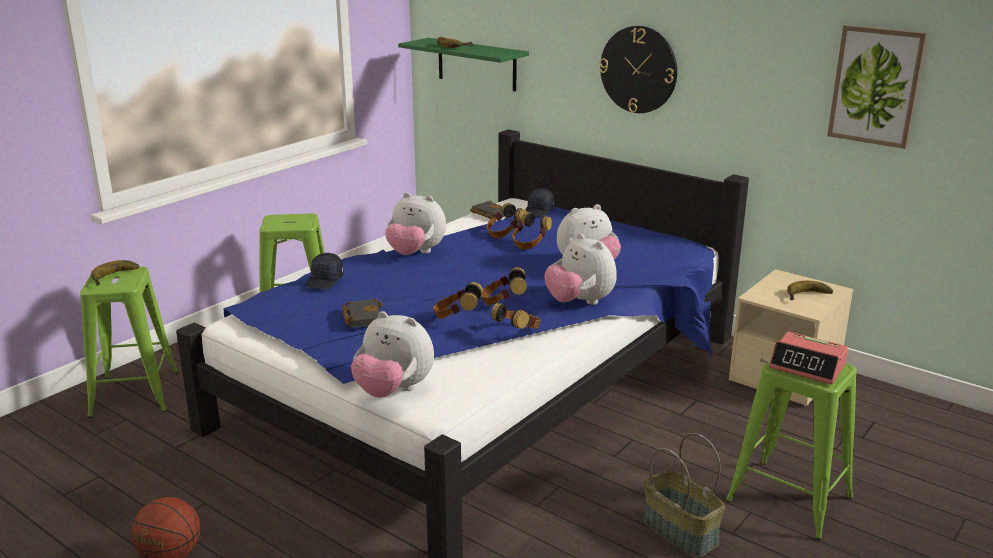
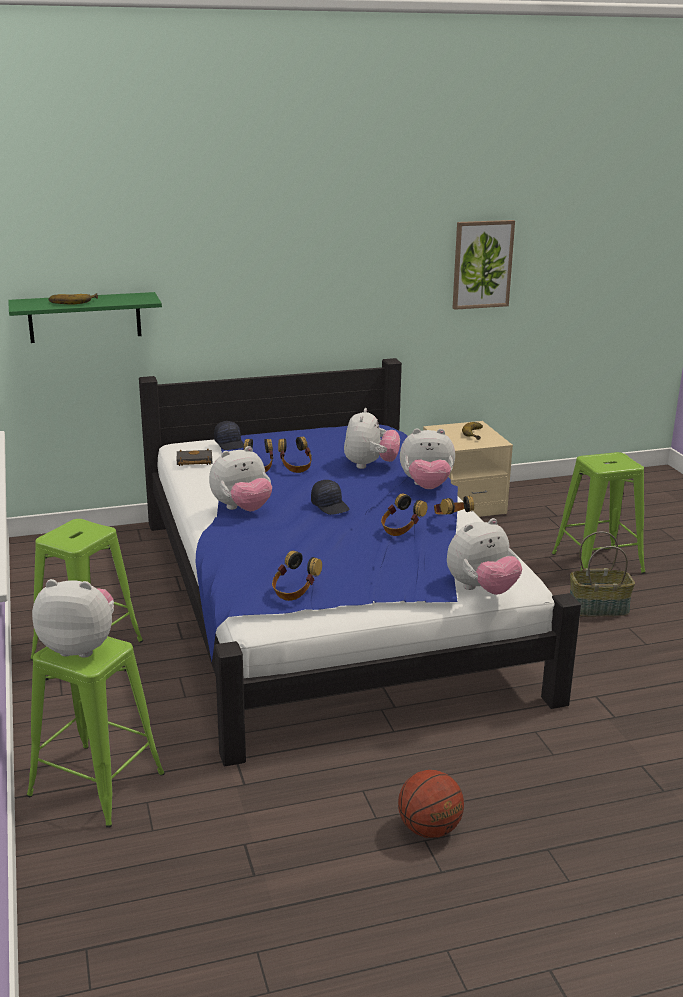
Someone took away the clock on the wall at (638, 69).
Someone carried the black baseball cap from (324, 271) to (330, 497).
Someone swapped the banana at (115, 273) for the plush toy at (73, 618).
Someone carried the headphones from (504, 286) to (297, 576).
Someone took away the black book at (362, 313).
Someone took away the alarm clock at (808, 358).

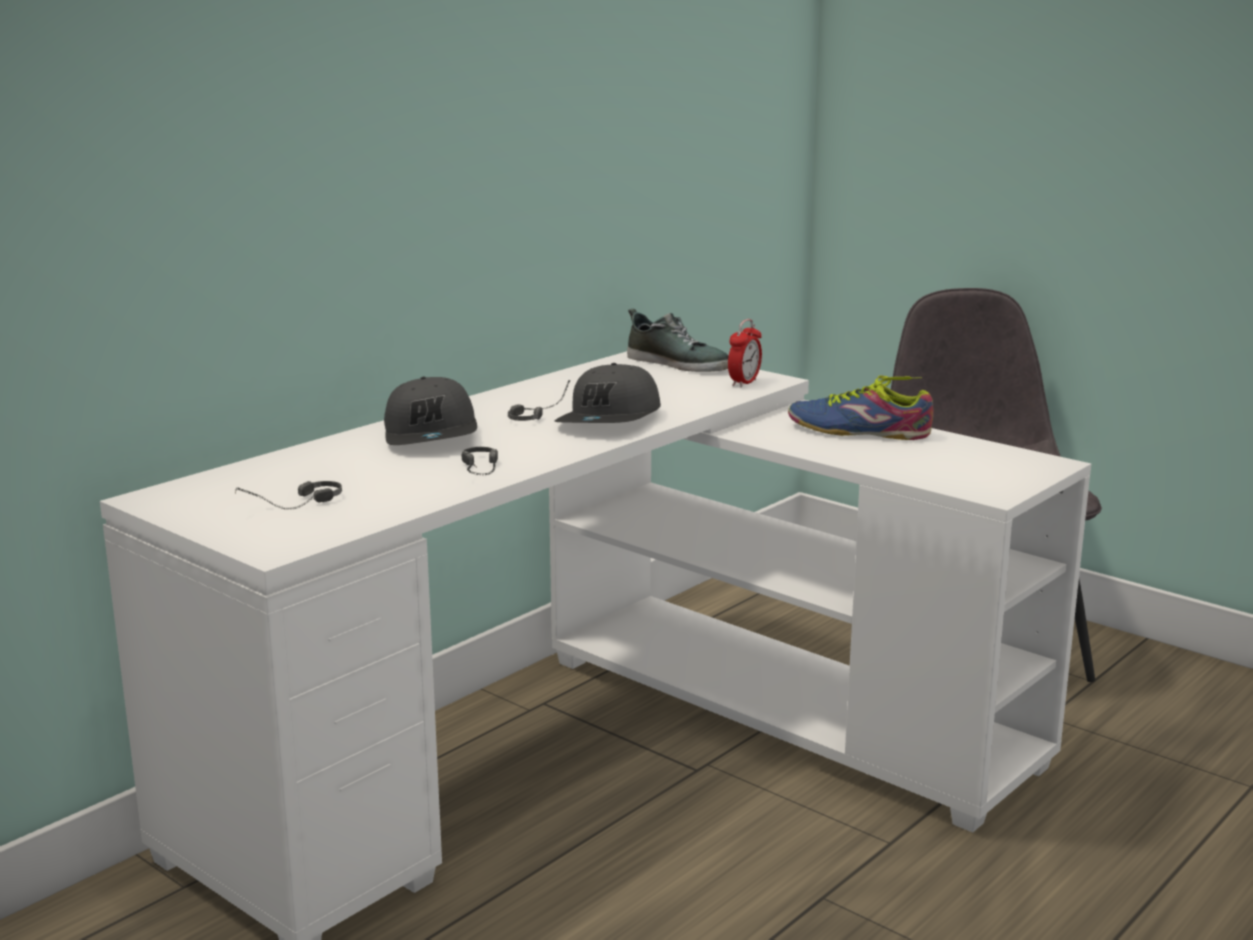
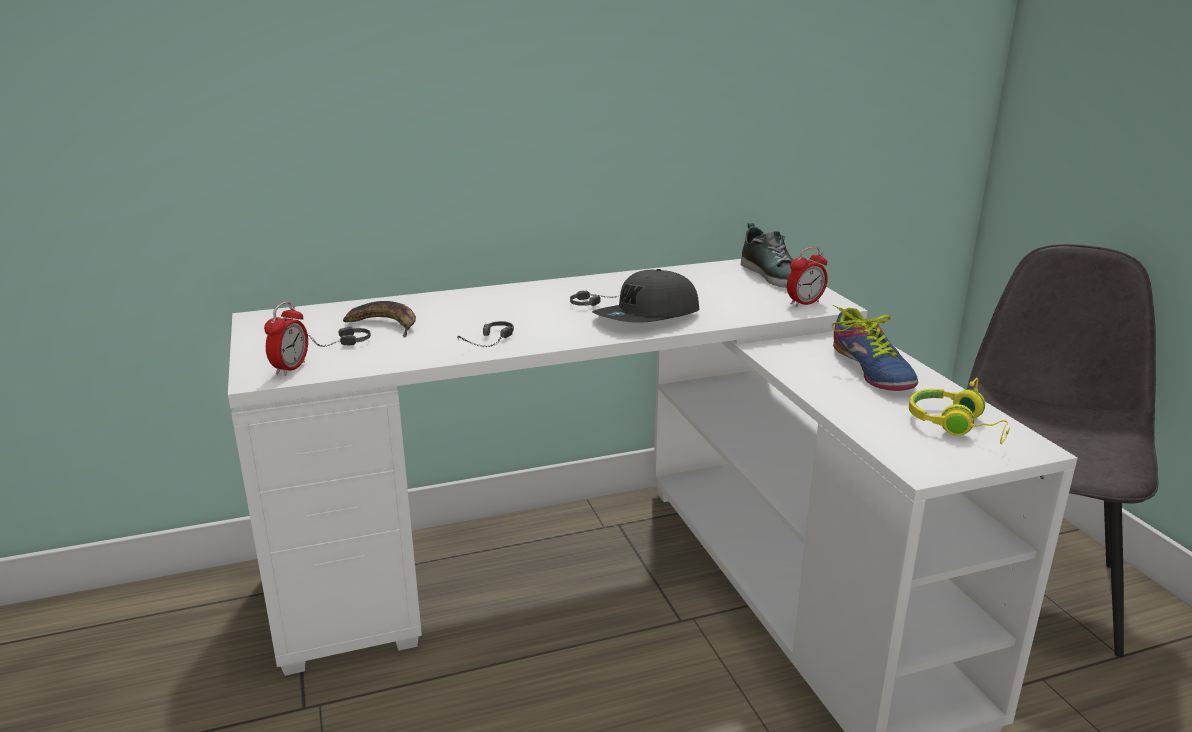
Someone rotated the low shoe at (861, 407) by 150 degrees counterclockwise.
Someone took away the greyish baseball cap at (430, 411).
Someone put down the alarm clock at (286, 338).
Someone put down the banana at (379, 319).
Someone put down the yellow headphones at (959, 411).

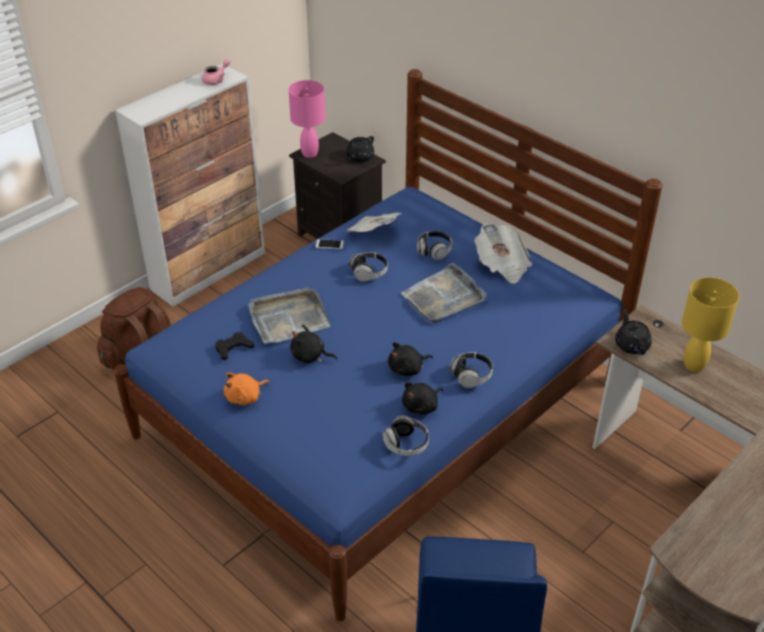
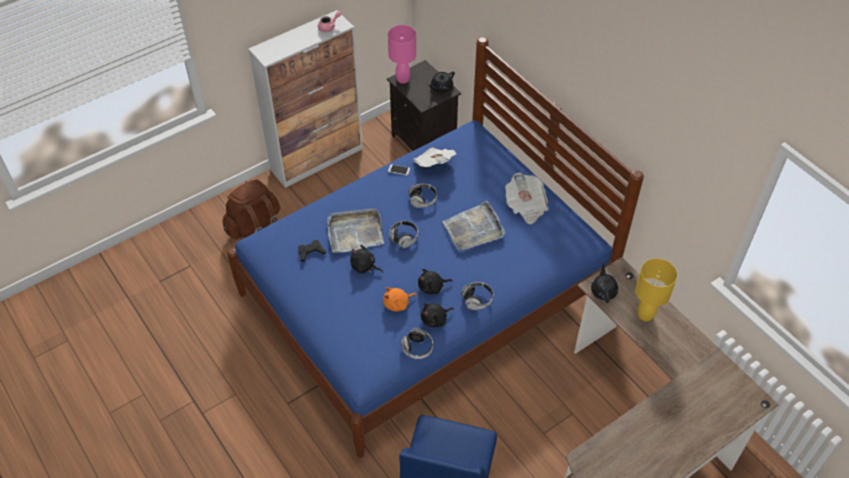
Someone carried the headphones from (434, 245) to (403, 234).
Someone carried the orange-coloured plush toy from (247, 388) to (400, 299).

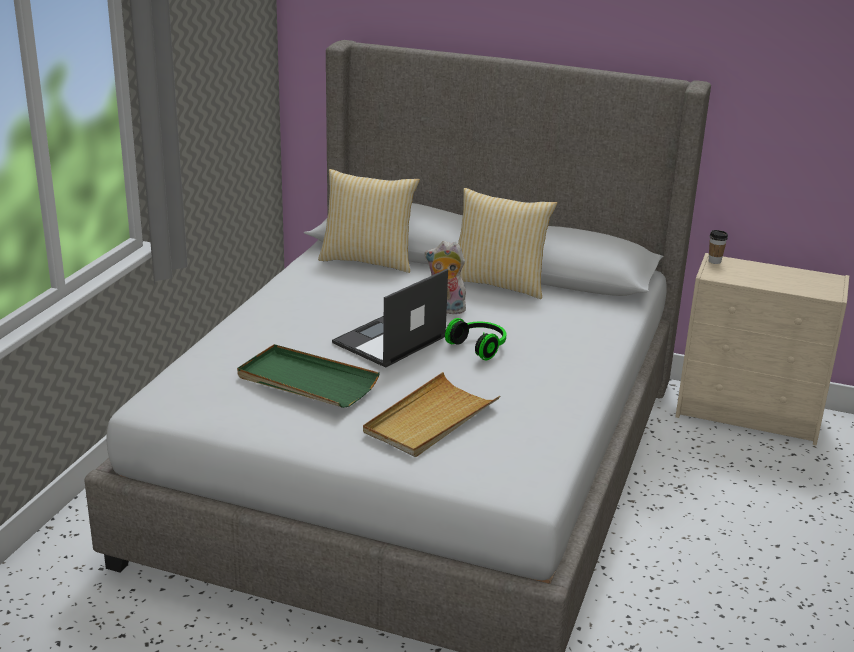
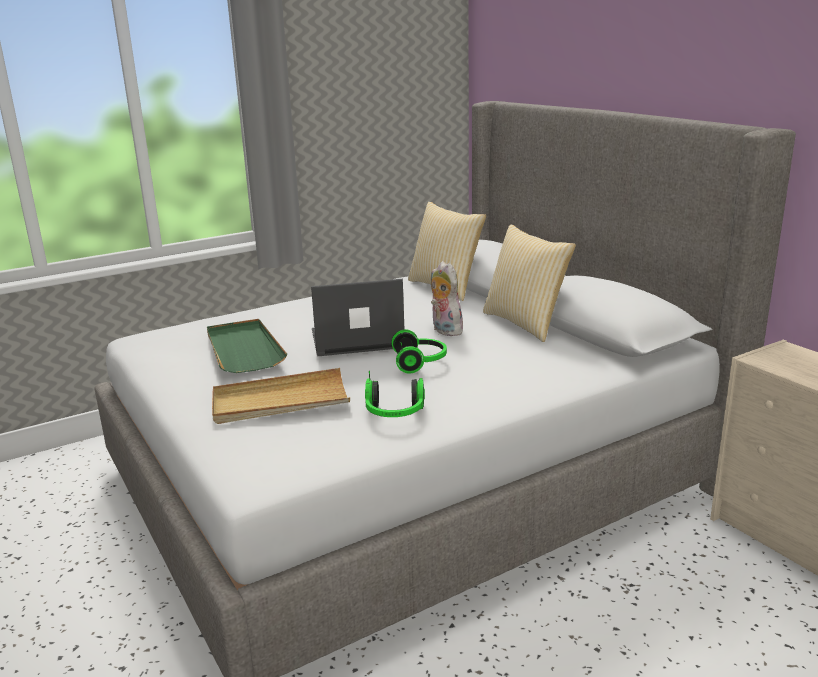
Someone took away the cup at (718, 247).
Someone put down the headphones at (395, 394).

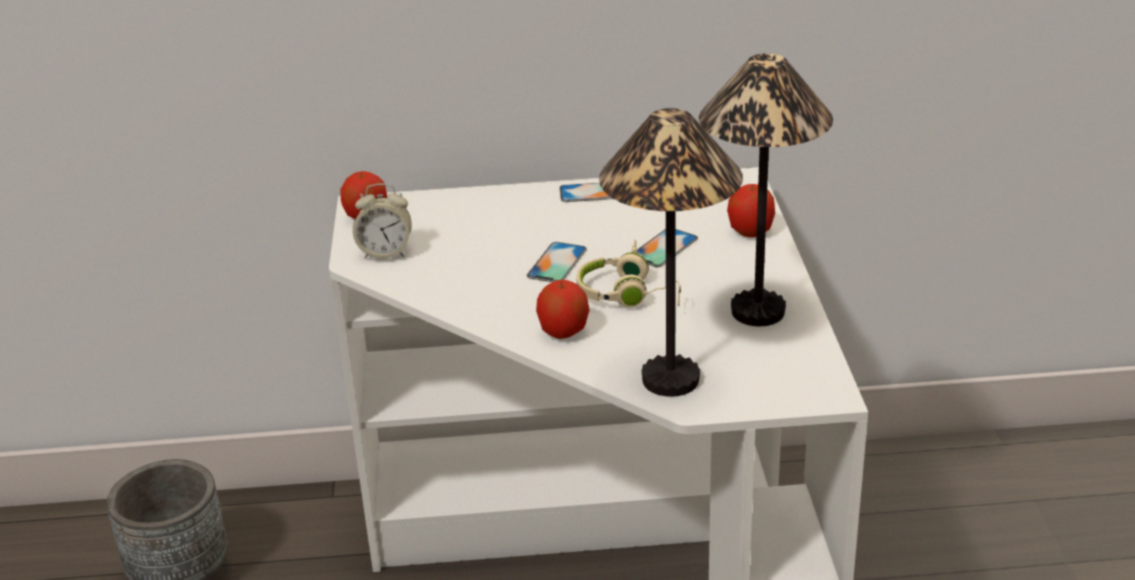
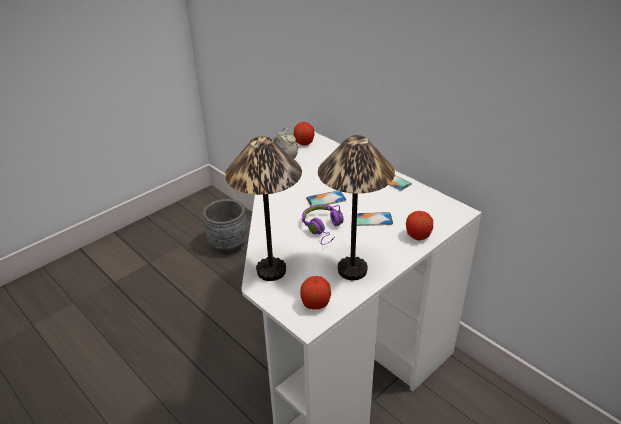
Someone repainted the beige-coloured headphones at (628, 274), which became the purple-coloured headphones at (323, 224).
Someone carried the apple from (562, 309) to (315, 292).

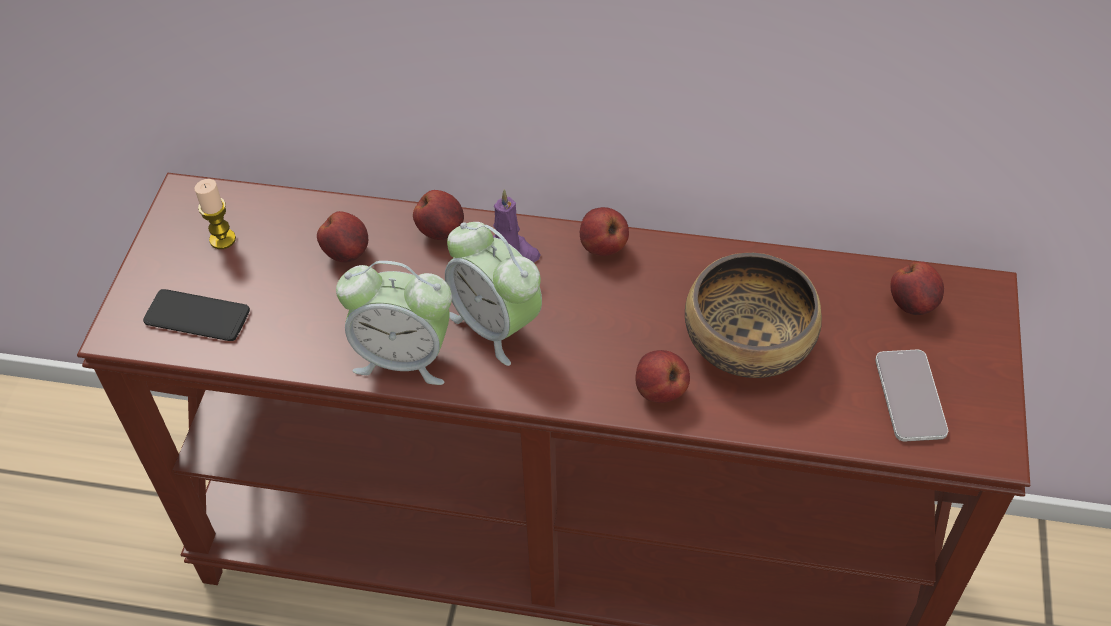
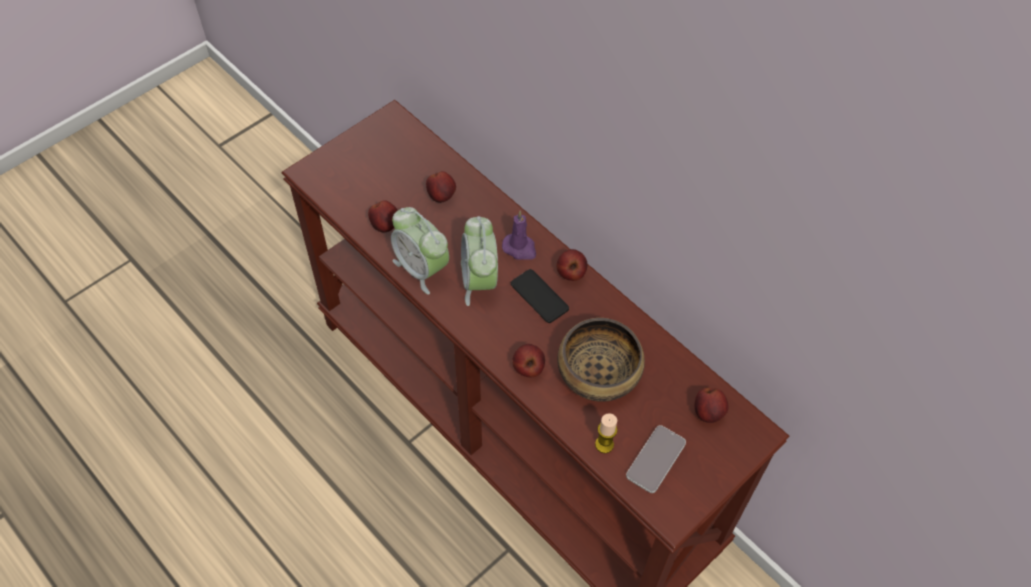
Someone carried the wax candle from (215, 214) to (606, 433).
Someone carried the apple from (438, 215) to (383, 216).
Someone carried the telephone from (196, 315) to (540, 296).

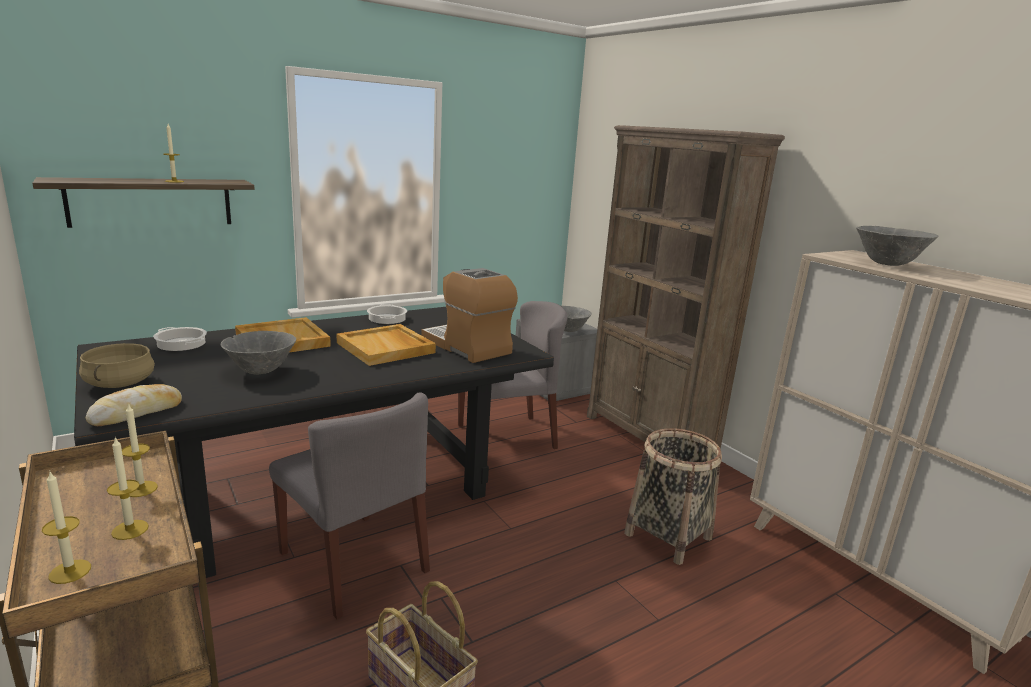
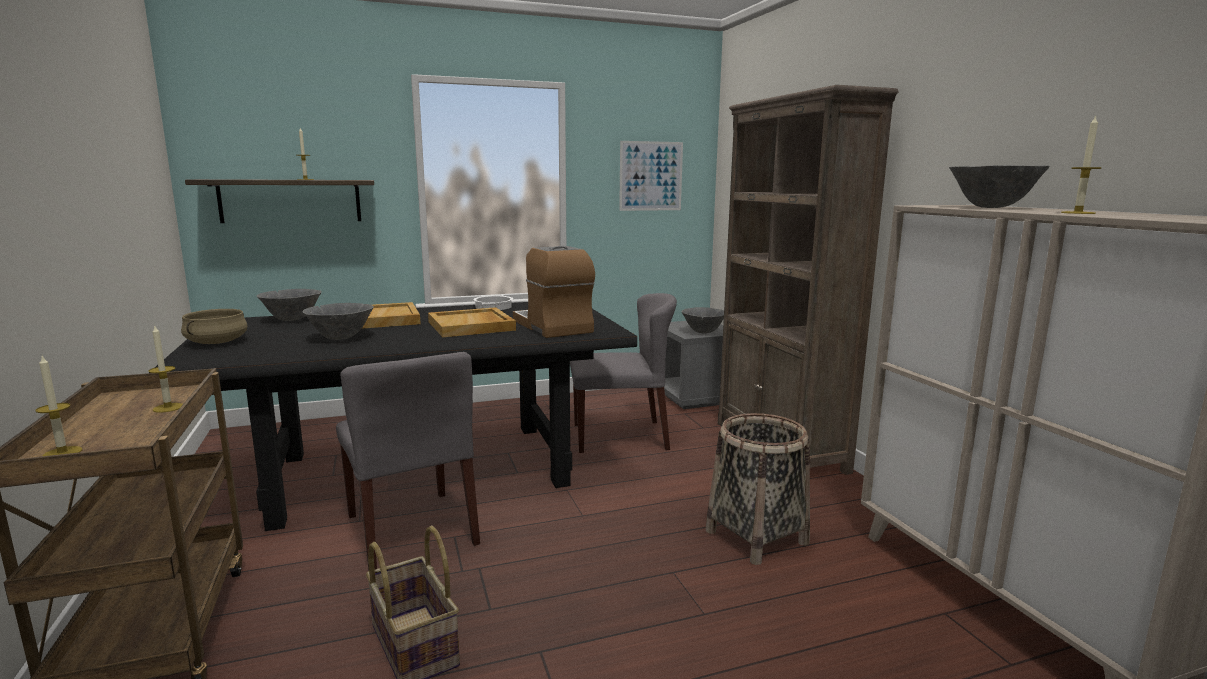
Someone swapped the saucepot at (180, 339) for the greyish deep dish at (289, 305).
Someone took away the baked bread at (134, 405).
Someone carried the wax candle from (128, 488) to (1081, 164).
Someone put up the wall art at (651, 176).

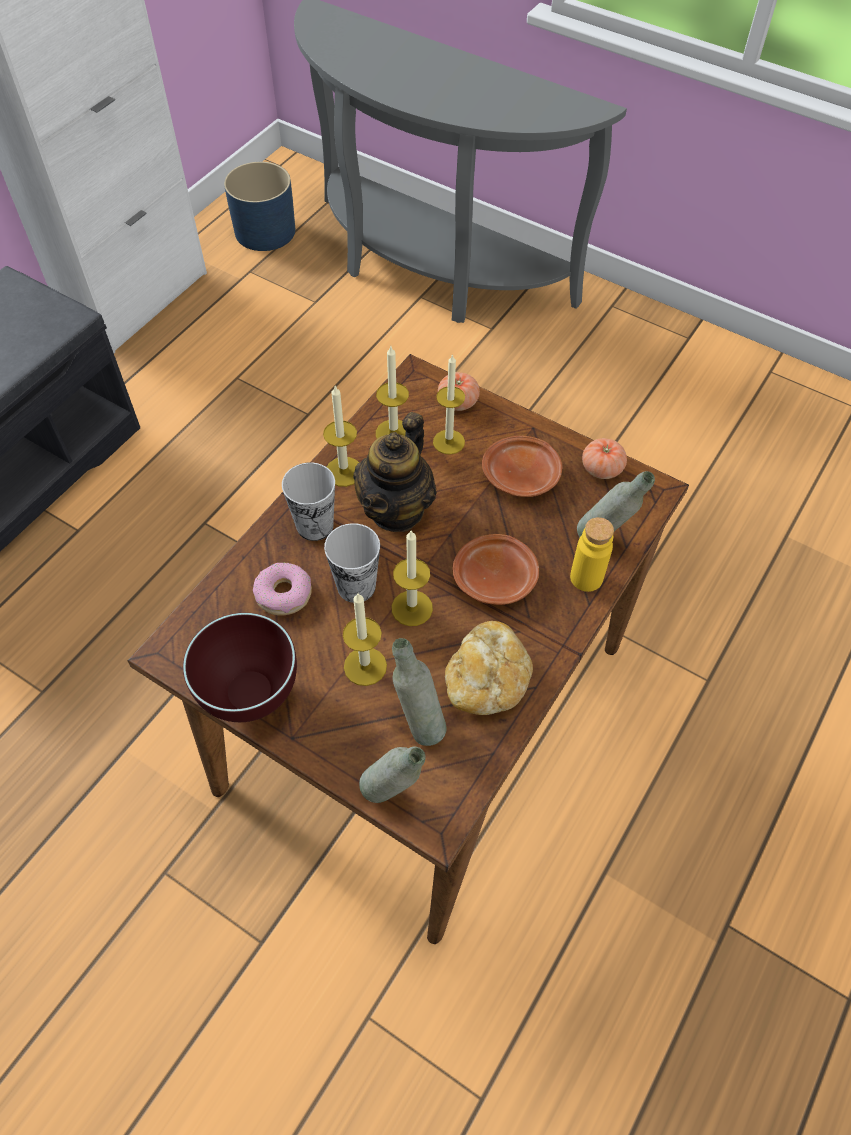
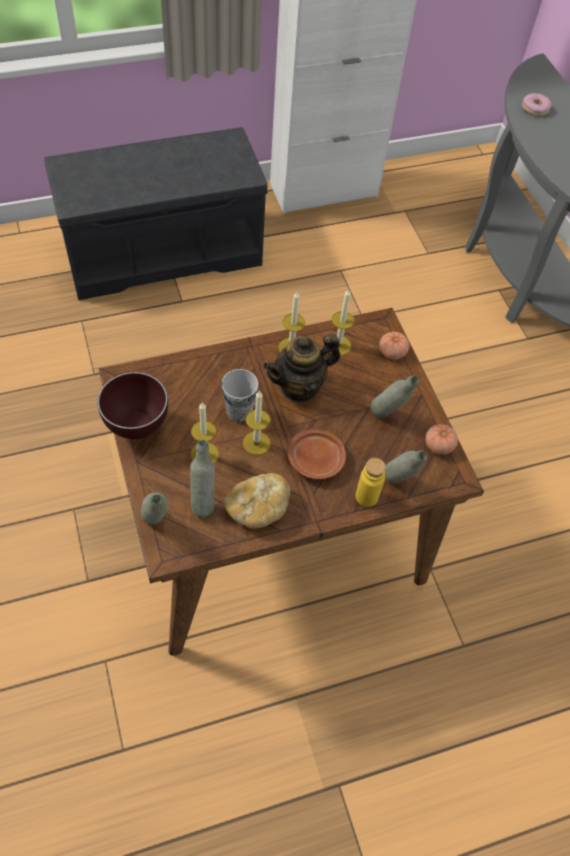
Someone took away the blue planter at (259, 206).
Someone took away the wax candle at (449, 404).
Someone swapped the brownish flat dish at (522, 466) for the greyish bottle at (395, 397).
Someone took away the cup at (308, 501).
Someone carried the doughnut from (282, 588) to (537, 104).

